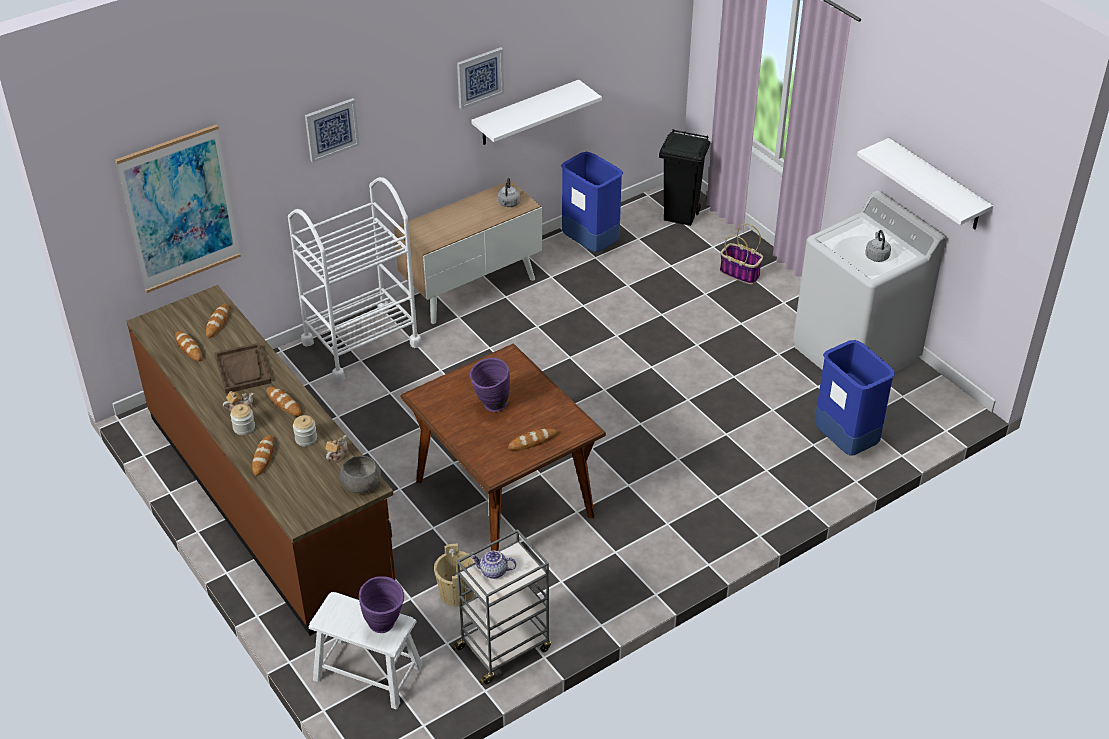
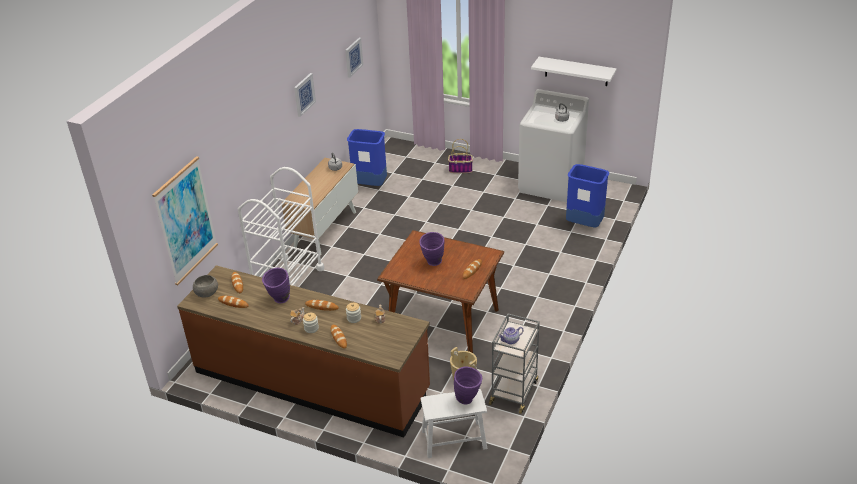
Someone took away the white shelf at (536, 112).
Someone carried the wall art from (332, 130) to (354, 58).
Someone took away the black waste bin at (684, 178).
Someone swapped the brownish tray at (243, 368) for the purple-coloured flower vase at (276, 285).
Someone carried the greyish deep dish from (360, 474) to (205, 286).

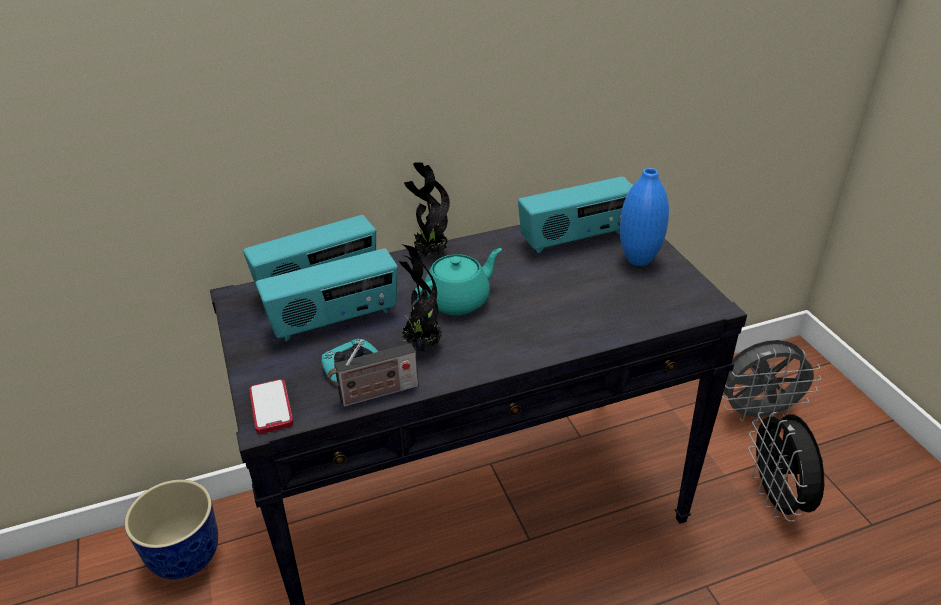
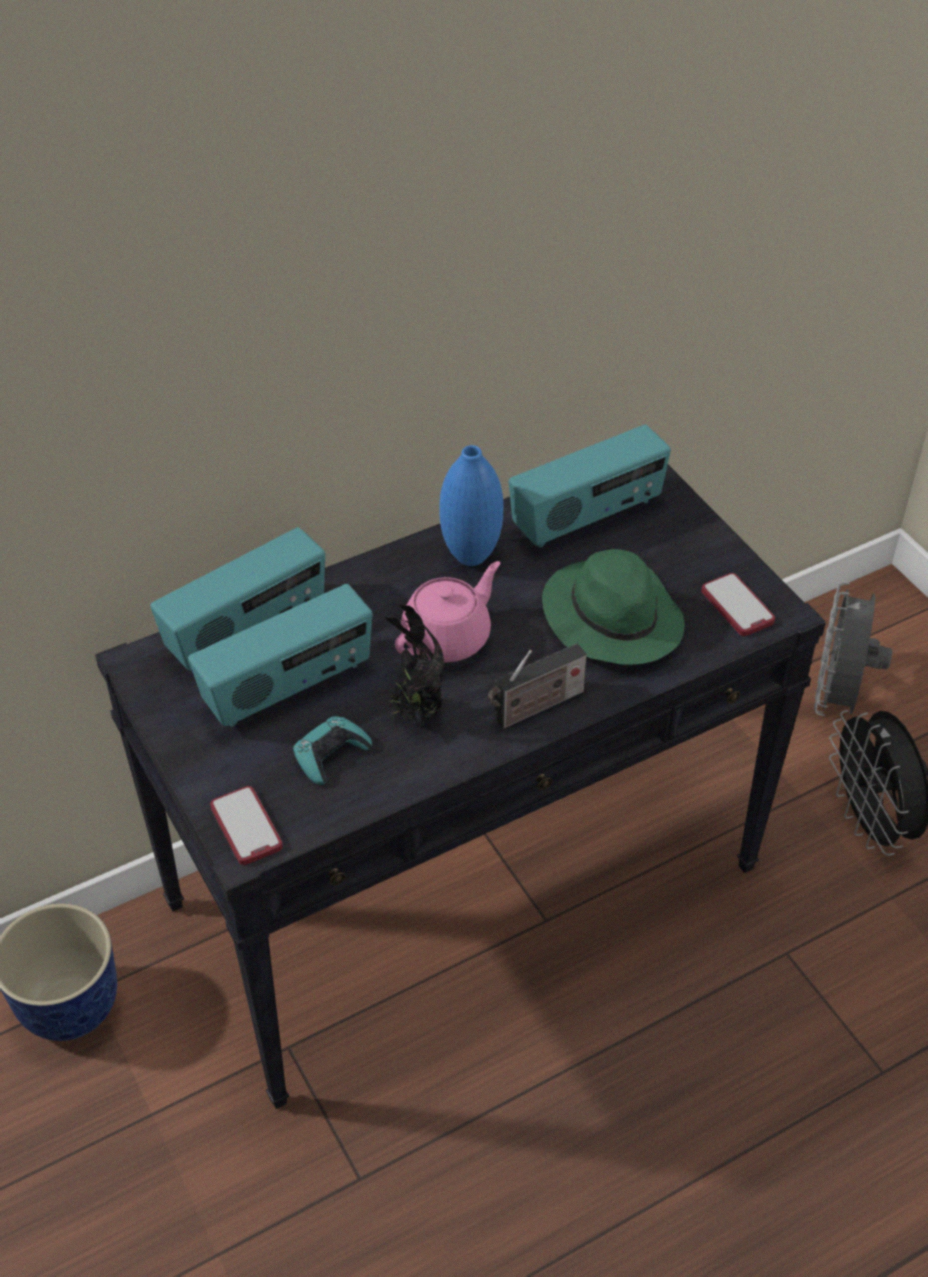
Someone took away the houseplant at (427, 209).
Someone carried the blue flower vase from (644, 217) to (471, 505).
Someone repainted the turquoise-coloured teapot at (458, 281), which became the pink teapot at (447, 612).
Someone carried the radio from (373, 373) to (537, 686).
Someone rotated the greyish cooling fan at (772, 382) by 120 degrees clockwise.
Someone put down the greenish wearable hat at (613, 607).
Someone put down the telephone at (738, 604).

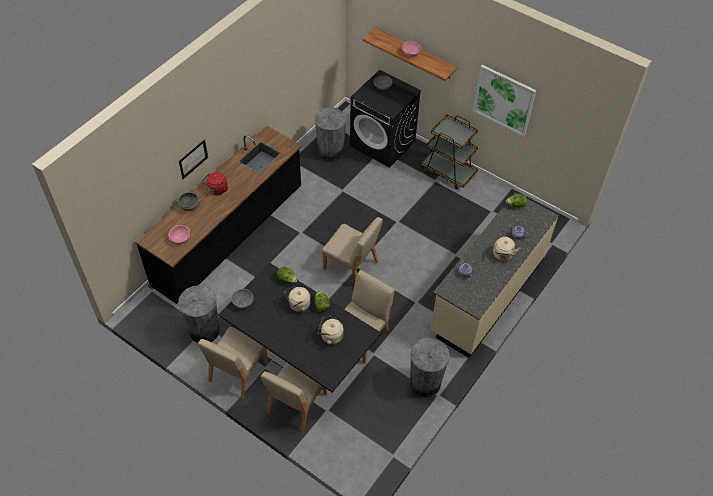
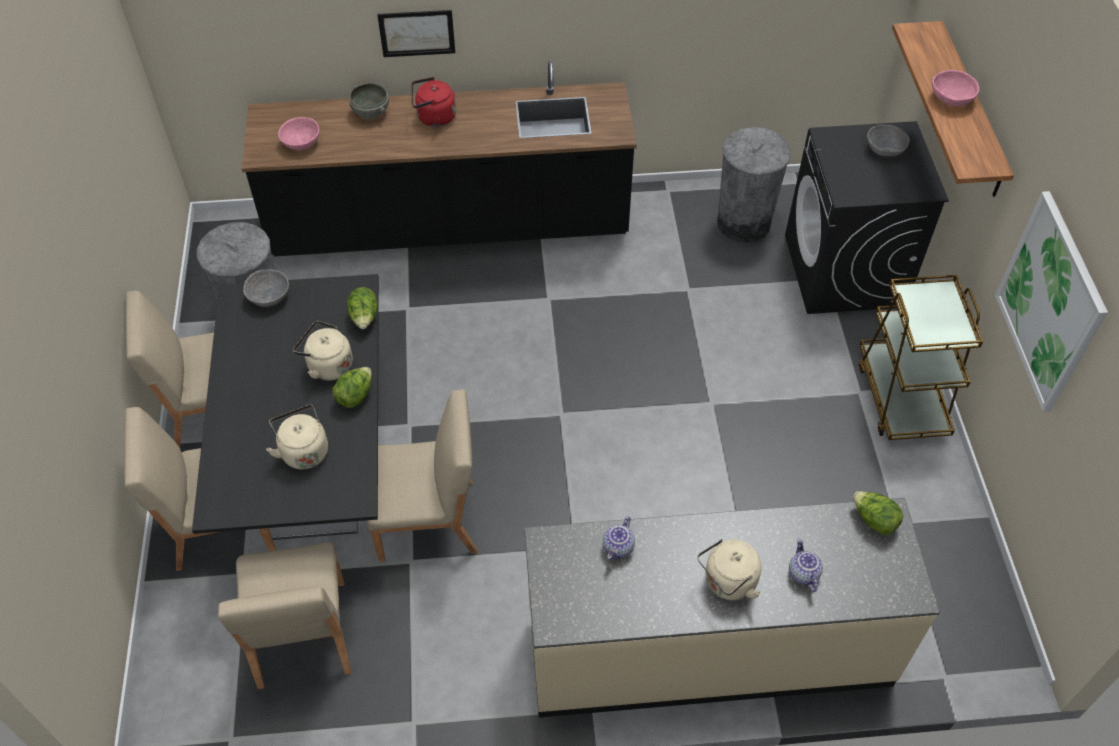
Someone carried the beige-coloured chair from (352, 248) to (284, 615).
Someone took away the greyish waste bin at (430, 367).

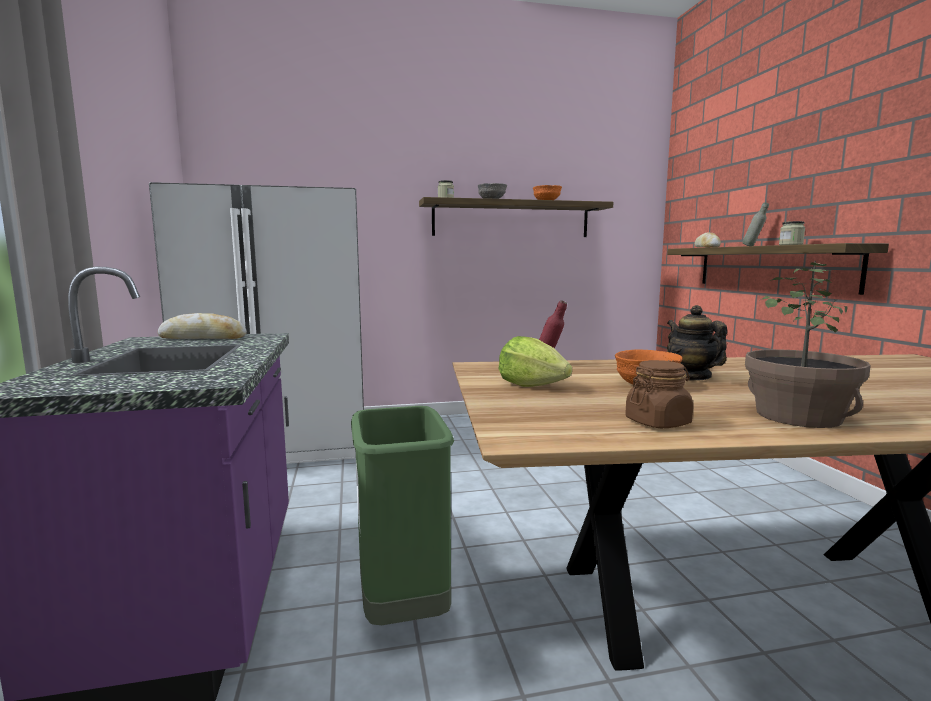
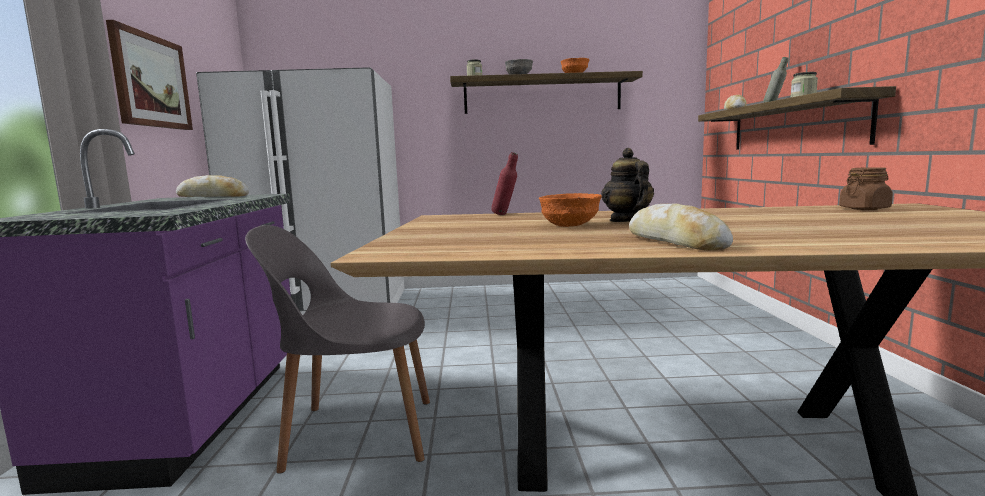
Someone swapped the houseplant at (808, 344) for the baked bread at (681, 226).
Someone took away the lettuce at (535, 361).
Someone carried the brownish preserve jar from (659, 394) to (866, 188).
Someone swapped the greenish waste bin at (402, 515) for the greyish chair at (337, 349).
Someone put up the wall art at (149, 75).

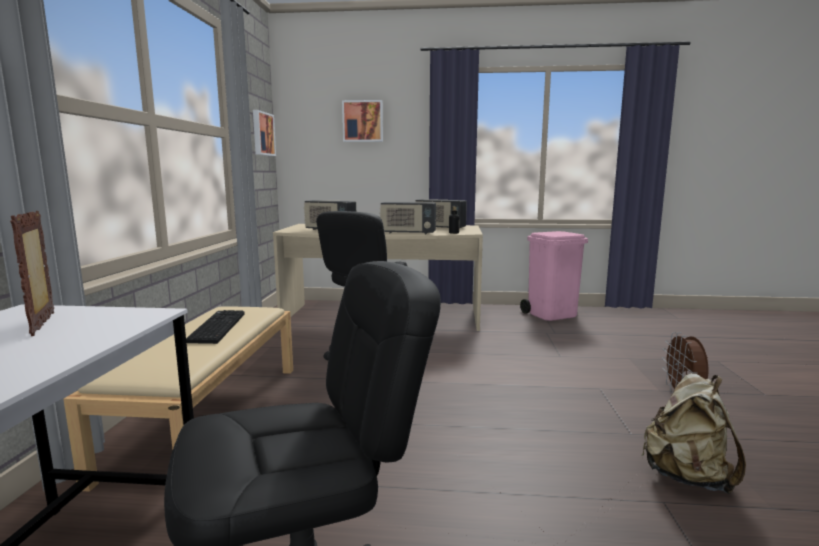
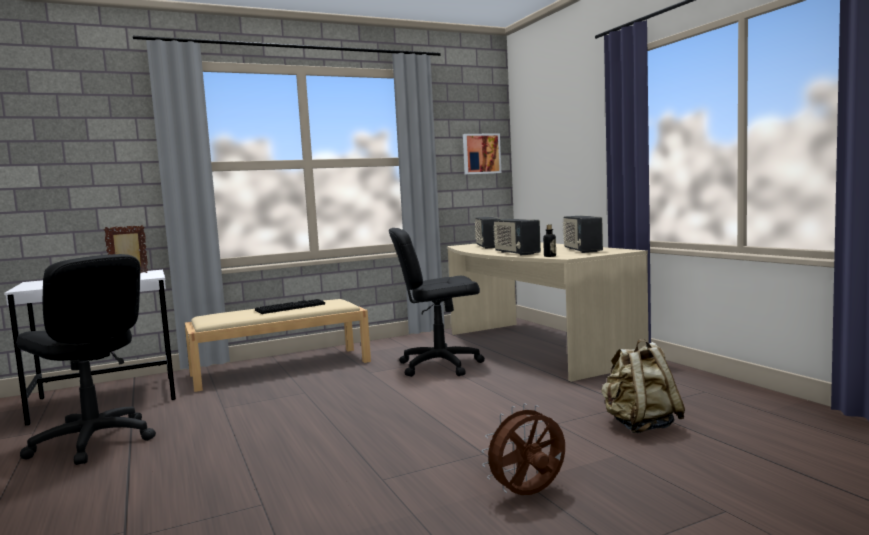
Someone took away the wall art at (362, 121).
Someone took away the pink waste bin at (554, 276).
Someone carried the beige-coloured backpack from (693, 433) to (643, 386).

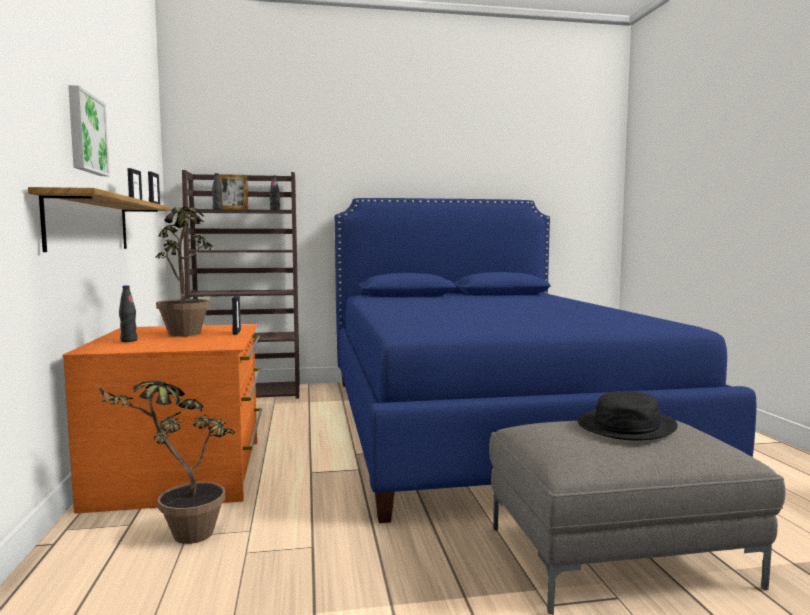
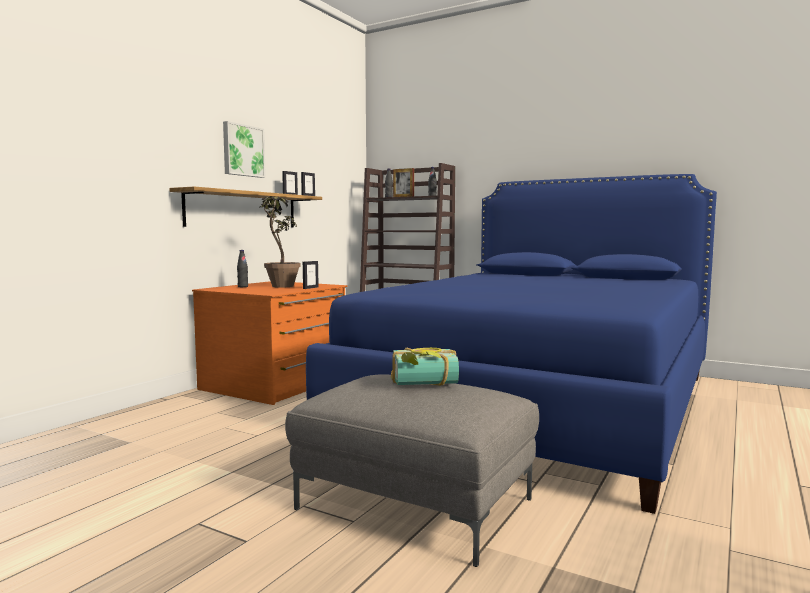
Someone took away the houseplant at (166, 462).
Someone swapped the black wearable hat at (628, 415) for the book at (425, 367).

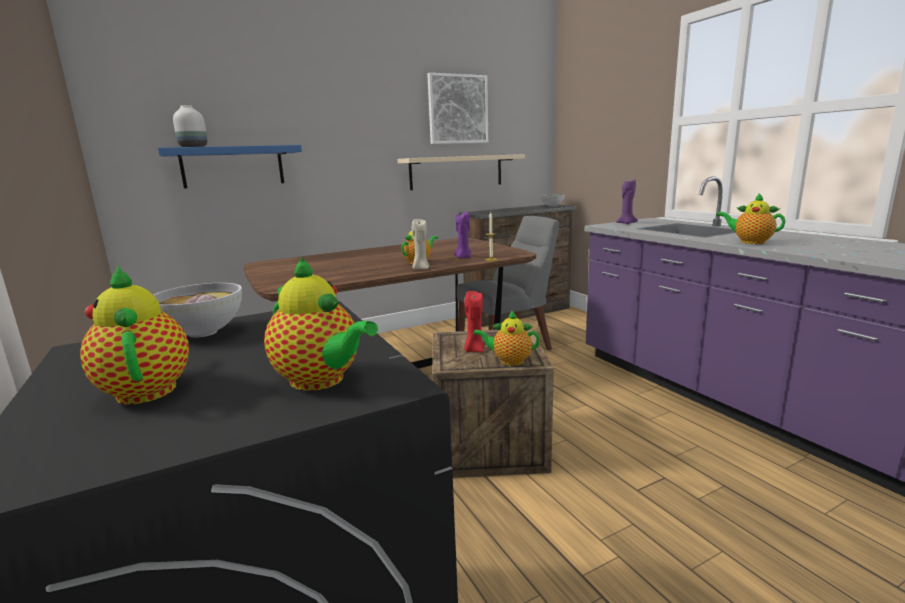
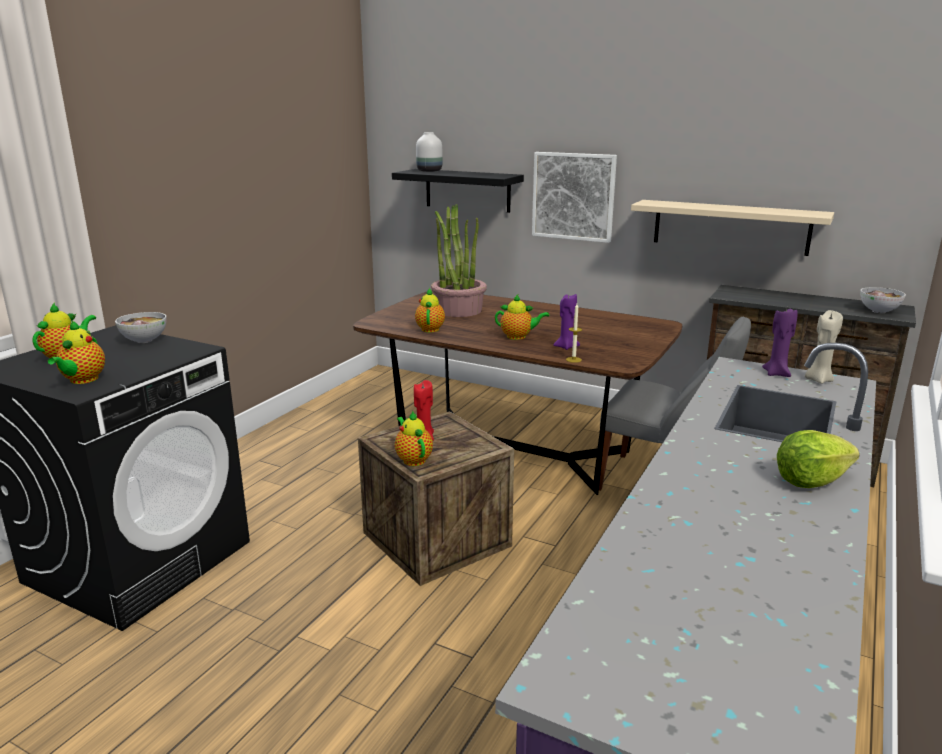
Someone carried the wall art from (457, 108) to (574, 197).
Someone repainted the blue shelf at (230, 166), which became the black shelf at (458, 191).
Someone carried the teapot from (750, 218) to (430, 310).
Someone carried the beige-coloured wax candle from (420, 244) to (824, 347).
Someone put down the houseplant at (459, 260).
Someone put down the lettuce at (818, 459).

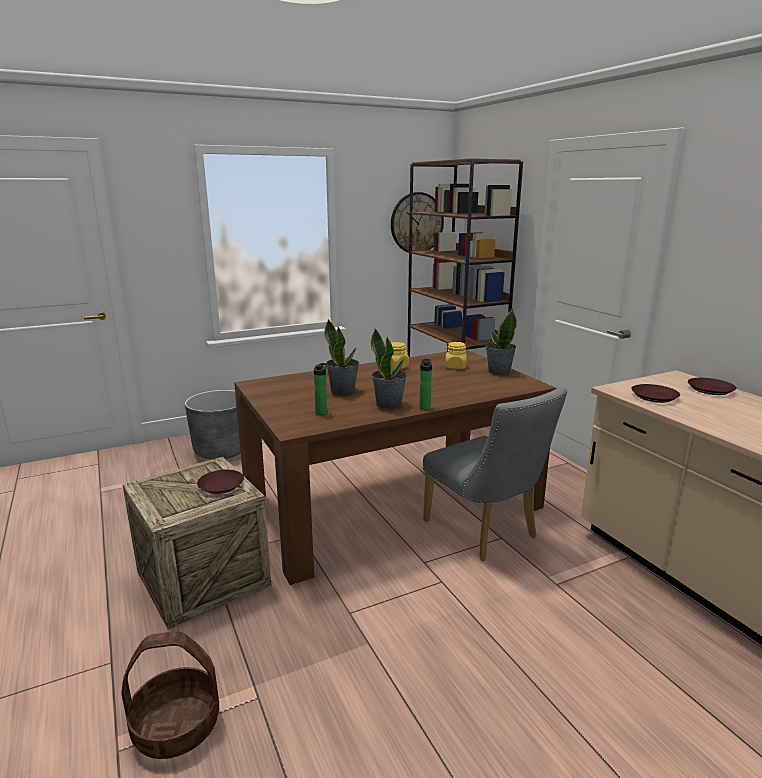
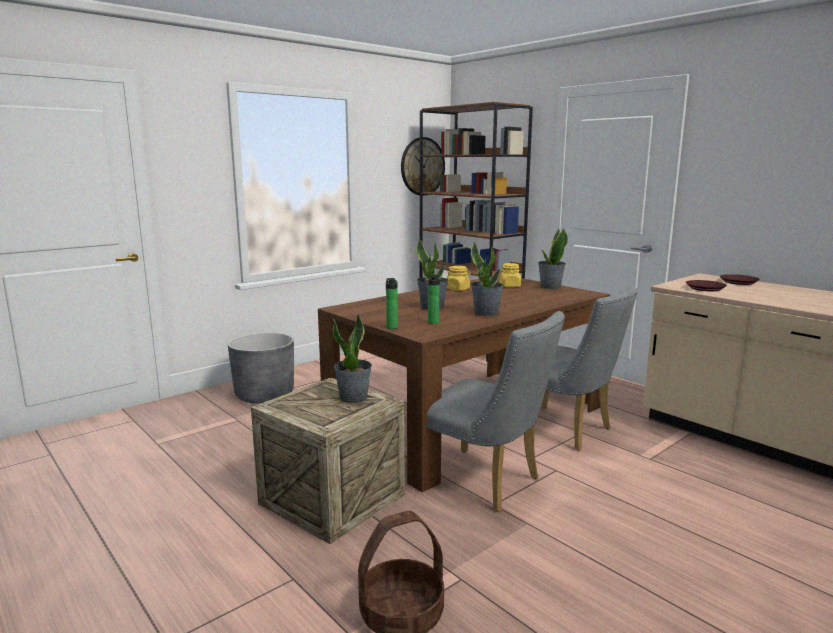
Someone carried the bottle from (425, 384) to (392, 303).
Someone swapped the brownish flat dish at (220, 482) for the houseplant at (352, 358).
Someone put down the greyish chair at (496, 411).

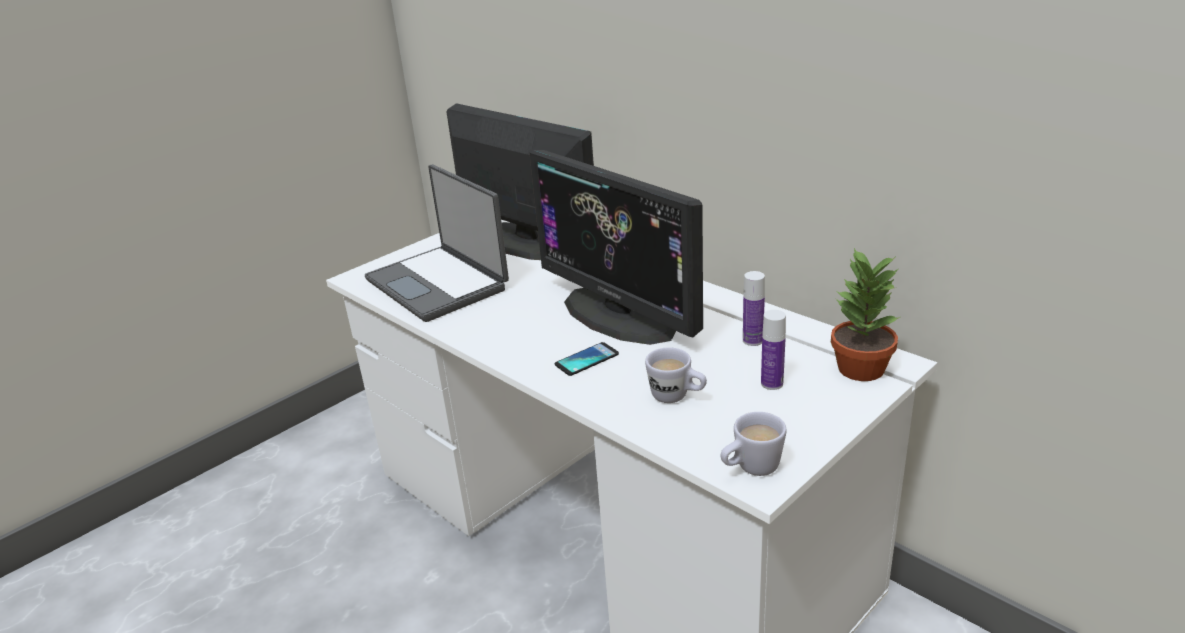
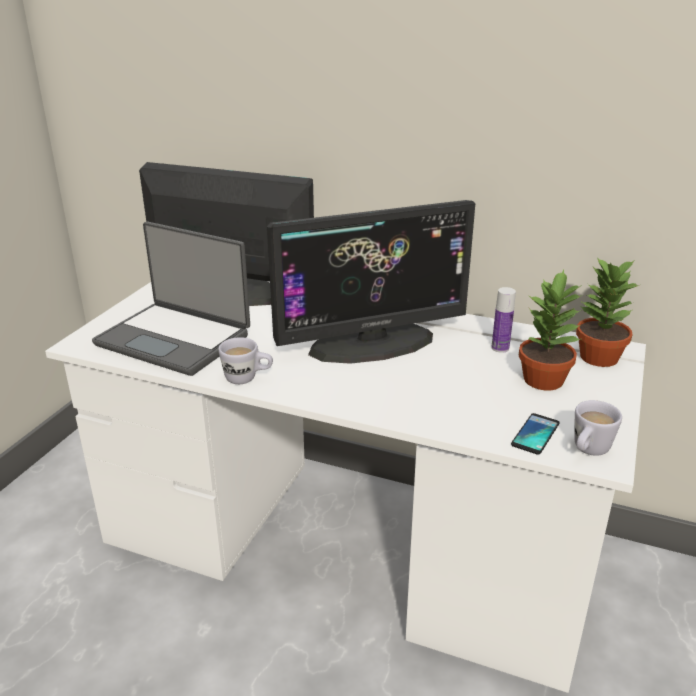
Someone rotated the monitor at (616, 247) by 45 degrees counterclockwise.
Someone swapped the bottle at (773, 350) for the houseplant at (550, 330).
Someone carried the telephone from (587, 359) to (535, 434).
Someone carried the white coffee mug from (676, 375) to (245, 360).

